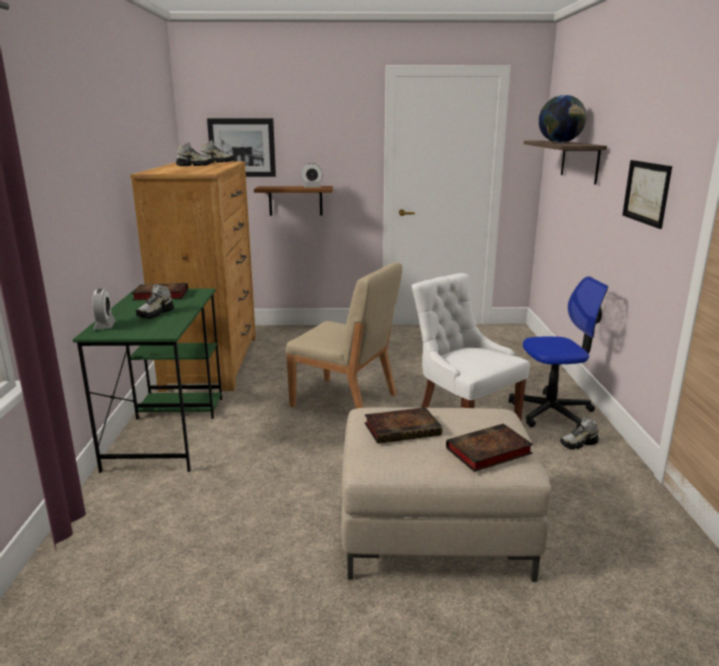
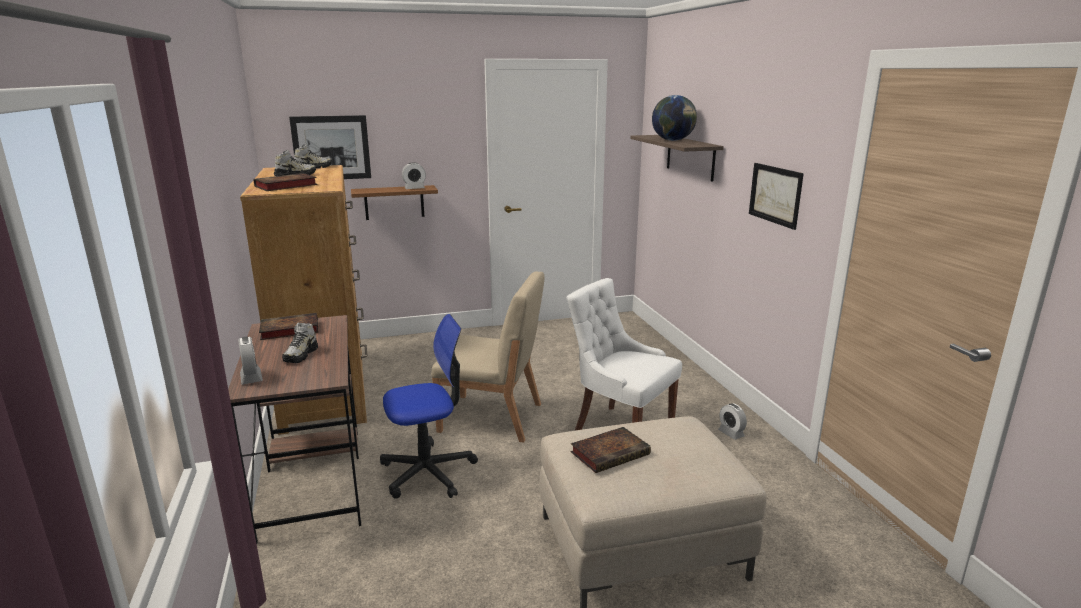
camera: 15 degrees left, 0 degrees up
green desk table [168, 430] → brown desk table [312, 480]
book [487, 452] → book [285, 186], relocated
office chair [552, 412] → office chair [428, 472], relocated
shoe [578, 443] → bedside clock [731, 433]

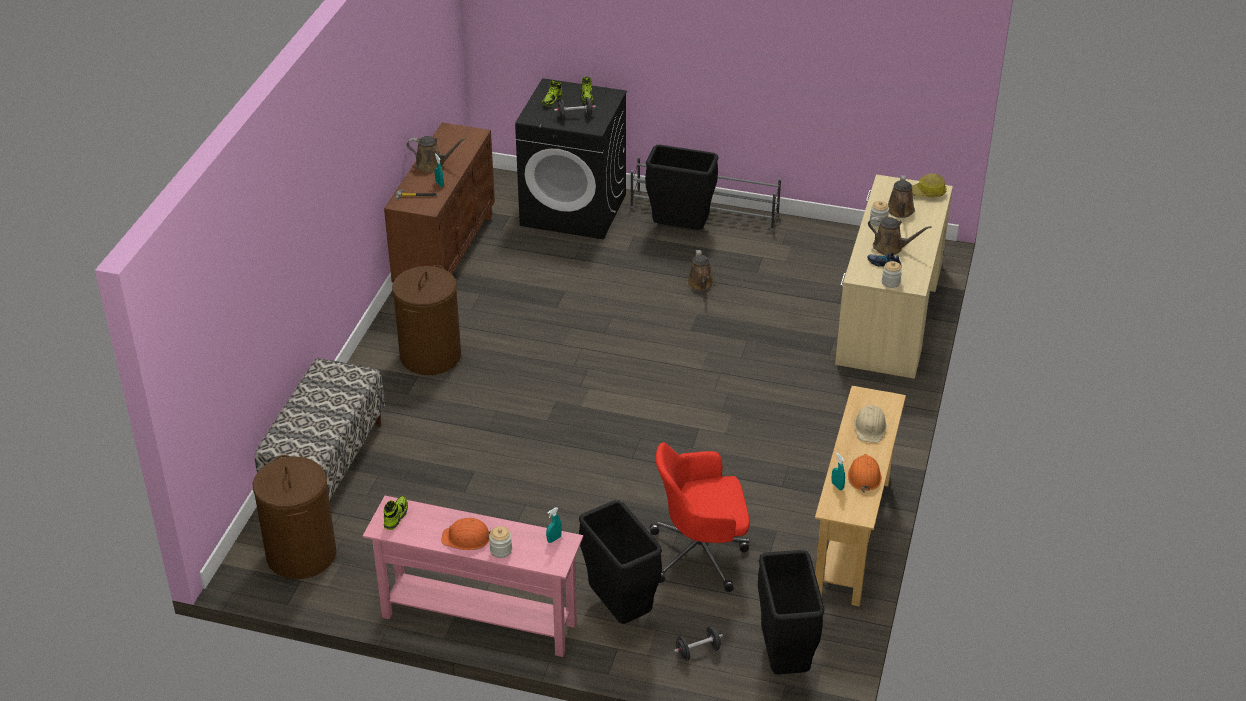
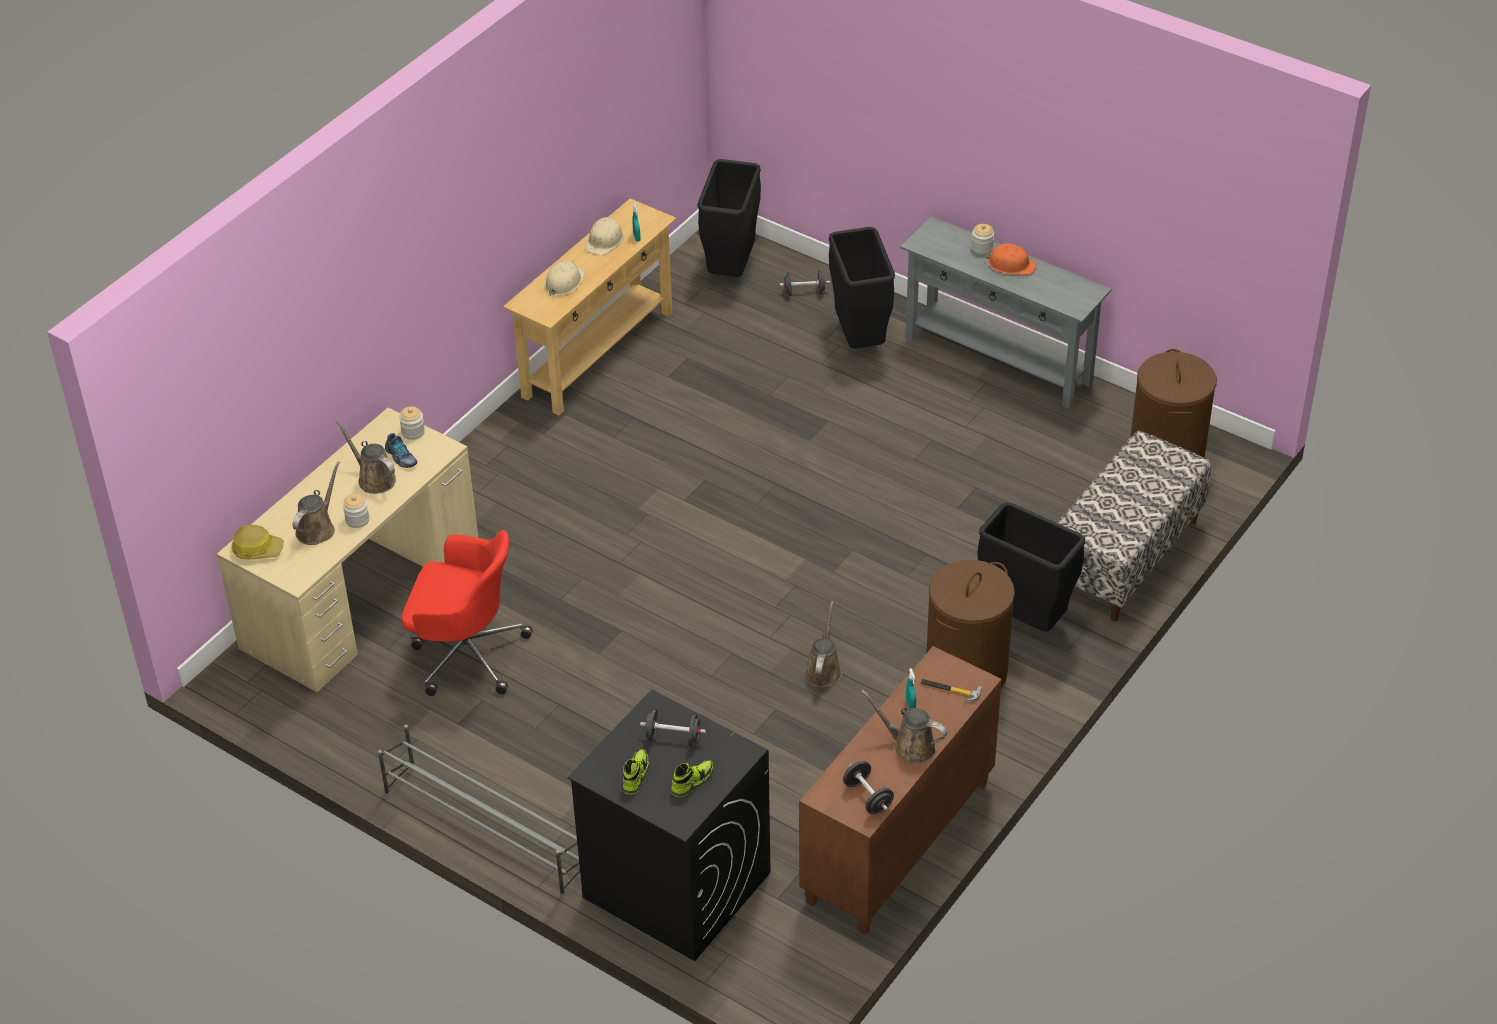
camera: 160 degrees left, 5 degrees up
pinkish console table [479, 620] → gray console table [998, 360]
shoe [396, 516] → -
blue-green hand sprayer [554, 539] → -
blackish rubbish bin [680, 230] → blackish rubbish bin [1024, 621], relocated
red-coloured office chair [701, 554] → red-coloured office chair [466, 653], relocated
brown sprinkling can [701, 284] → brown sprinkling can [823, 670], relocated
orange safety helmet [864, 476] → sand-coloured safety helmet [605, 240]
- → blackish hand weight [868, 797]

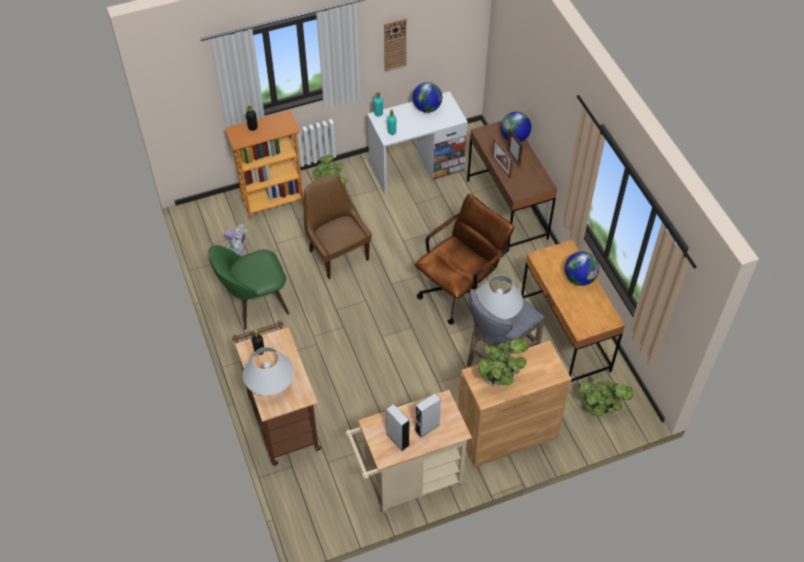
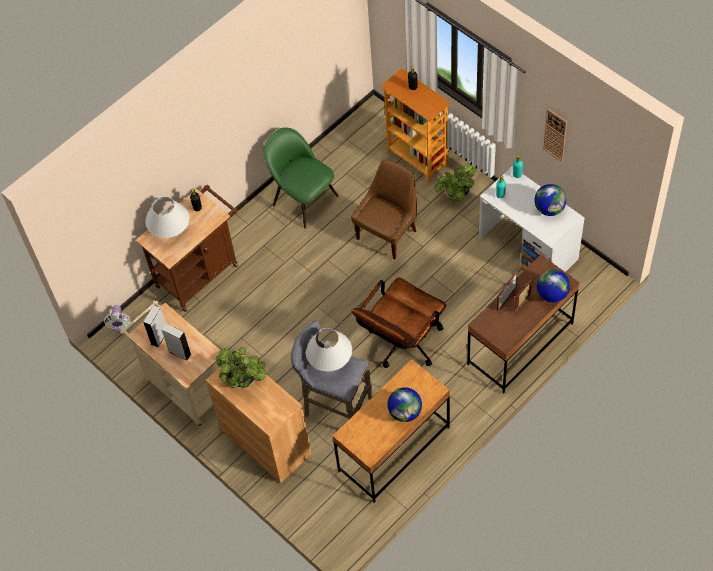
camera: 70 degrees right, 5 degrees up
whitish cooling fan [236, 249] → whitish cooling fan [121, 326], relocated
brown office chair [460, 290] → brown office chair [401, 344], 105 degrees clockwise
plant in a pot [600, 408] → -

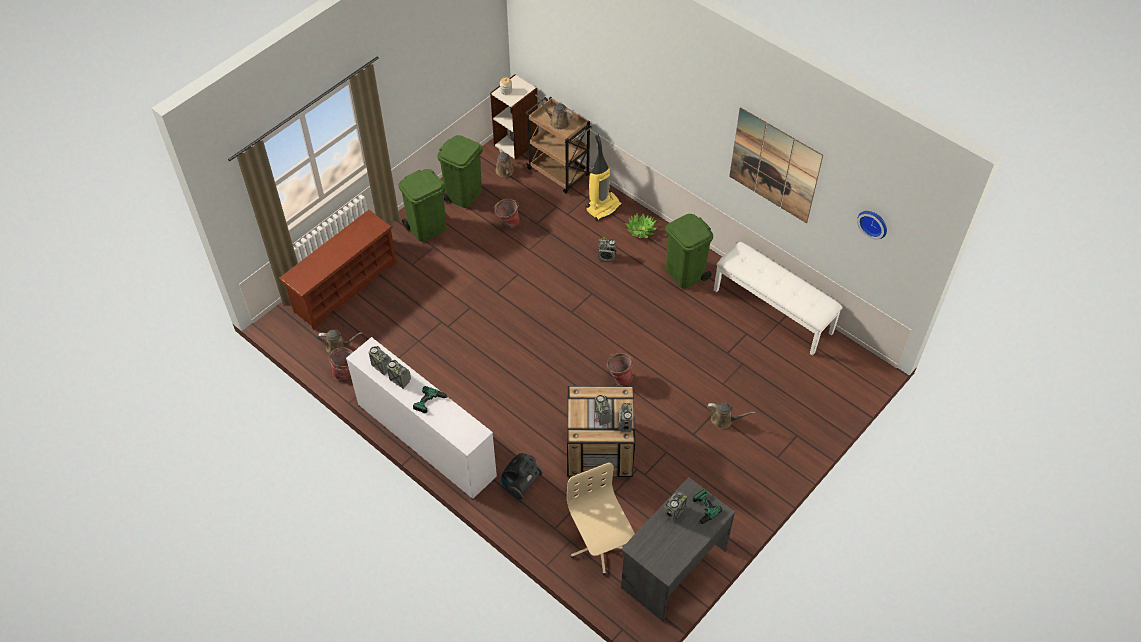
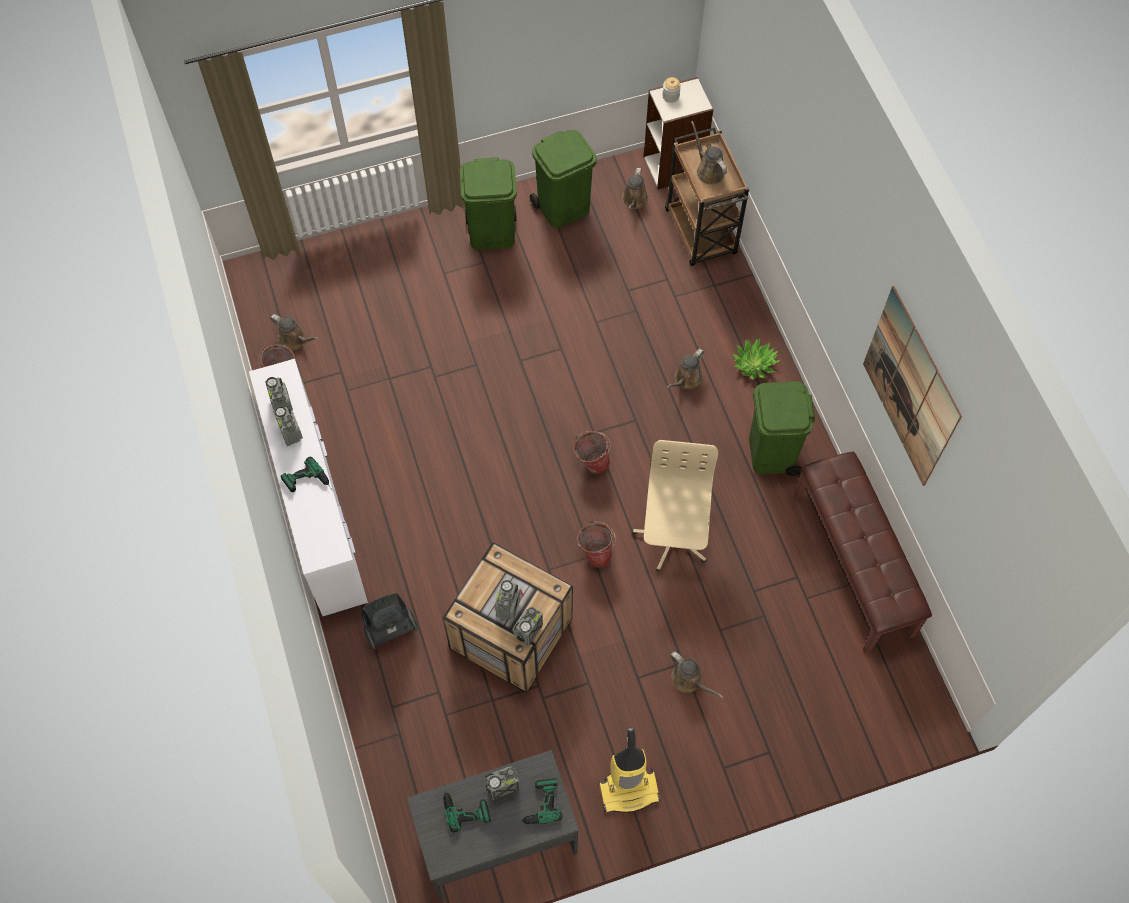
camera: 30 degrees right, 10 degrees up
brown shoe rack [344, 286] → -
pail [507, 223] → pail [591, 462], relocated
sand-coloured office chair [600, 546] → sand-coloured office chair [672, 537], relocated
vacuum [603, 207] → vacuum [629, 789], relocated
radio receiver [606, 257] → brown sprinkling can [686, 379]
whitish long seat [773, 311] → brown long seat [854, 564]
wall clock [873, 223] → -
- → drill [464, 804]

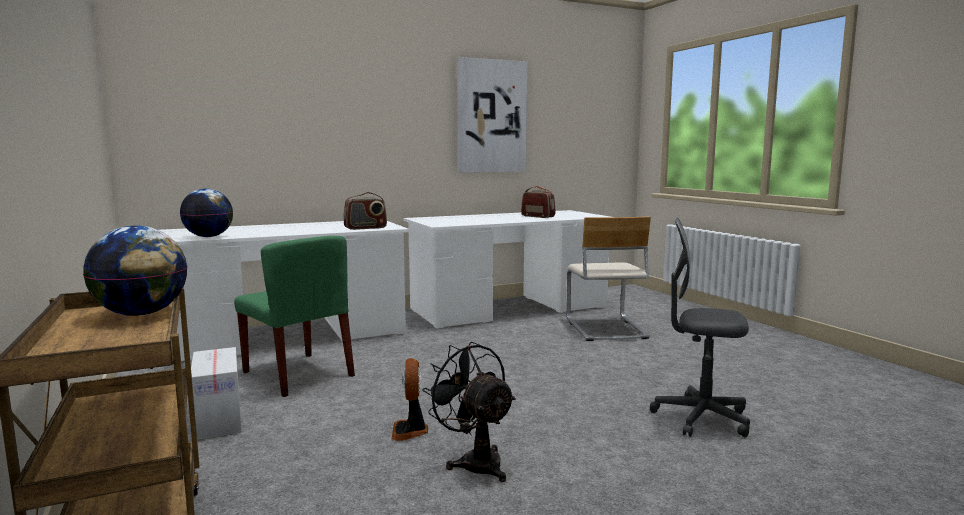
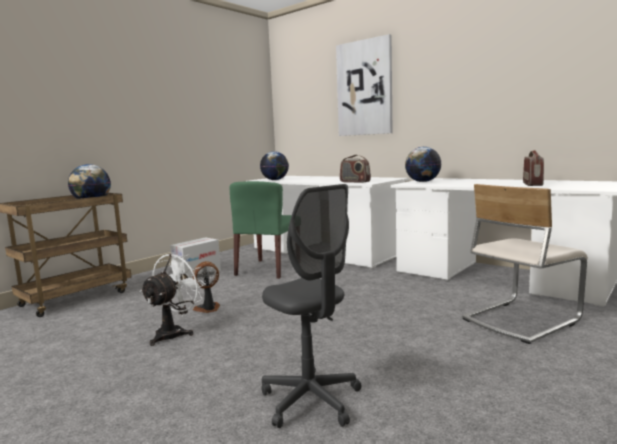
camera: 65 degrees right, 0 degrees up
blackish cooling fan [475, 461] → whitish cooling fan [174, 333]
wall picture [491, 116] → wall picture [364, 88], relocated
gray office chair [701, 418] → gray office chair [311, 400], 150 degrees clockwise
- → globe [422, 182]

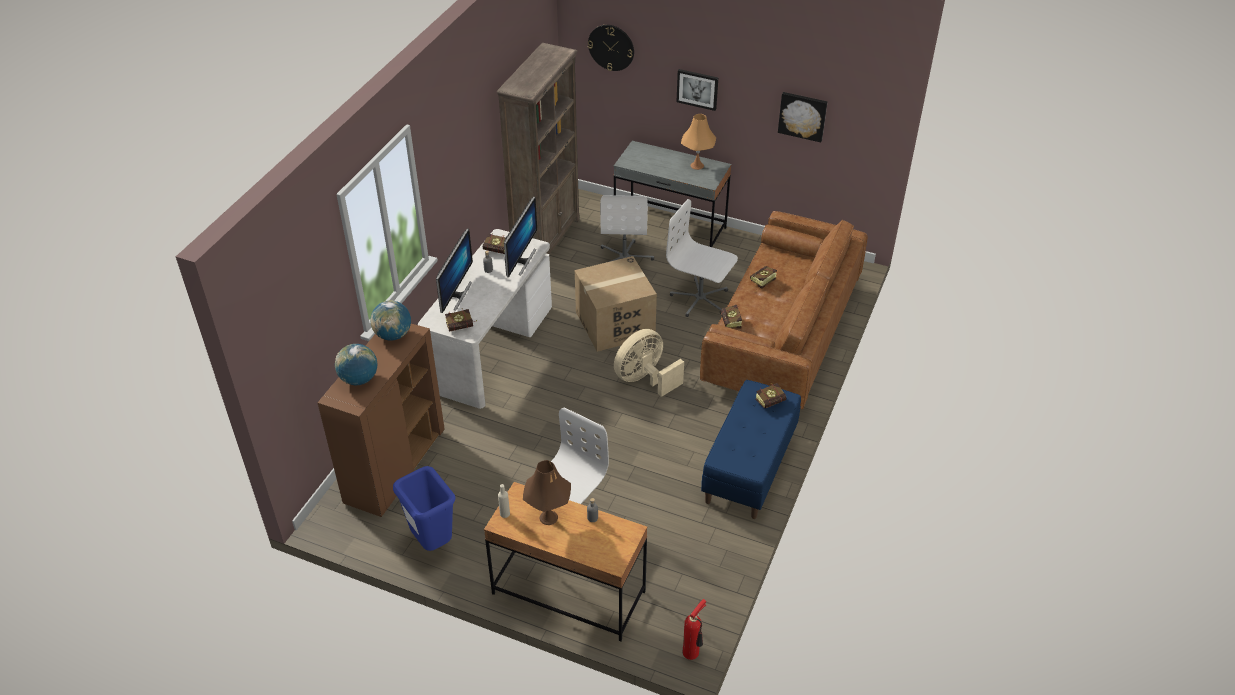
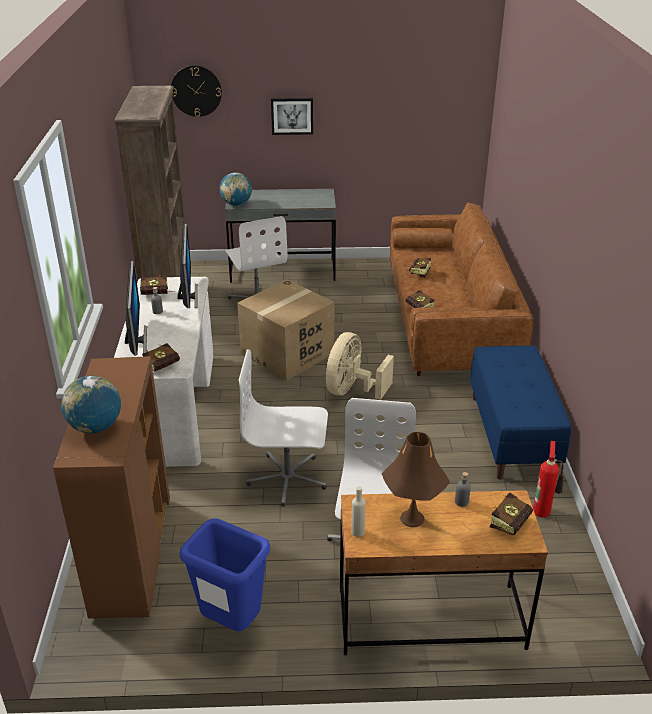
camera: 25 degrees left, 10 degrees down
globe [393, 335] → globe [236, 204], relocated
whitish office chair [700, 299] → whitish office chair [288, 479], relocated
orange lamp for a table [697, 165] → -
extinguisher [693, 652] → extinguisher [543, 510], relocated
book [772, 401] → book [511, 522], relocated
wall picture [802, 116] → -

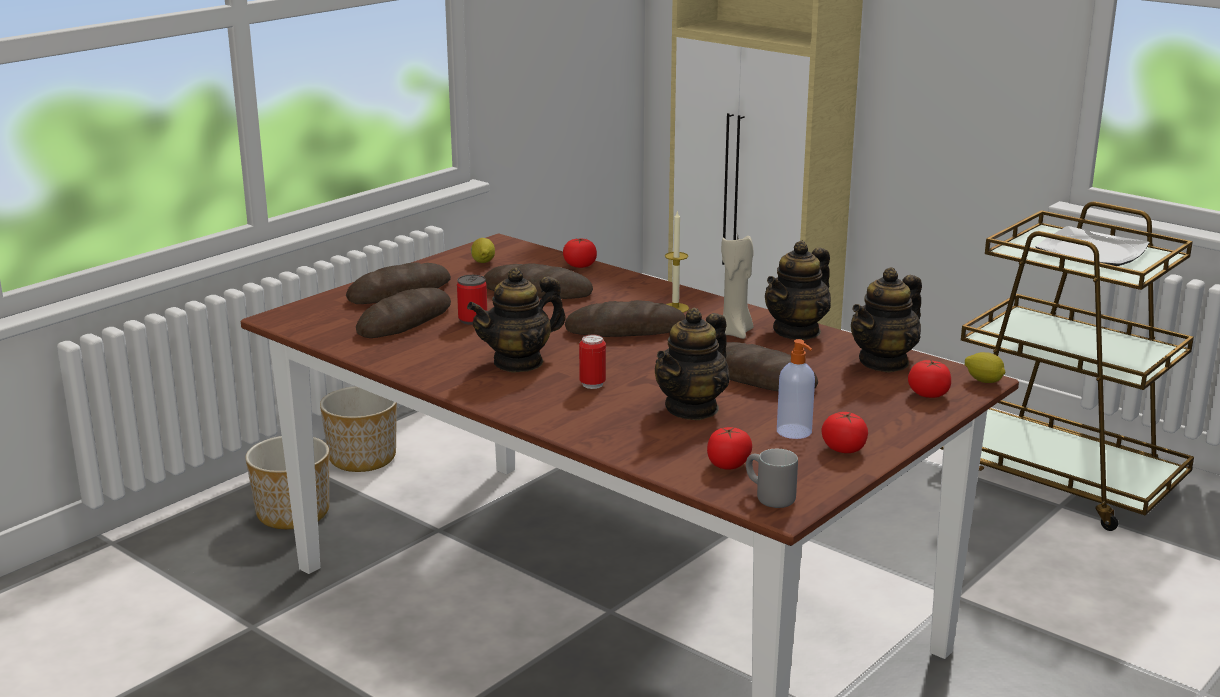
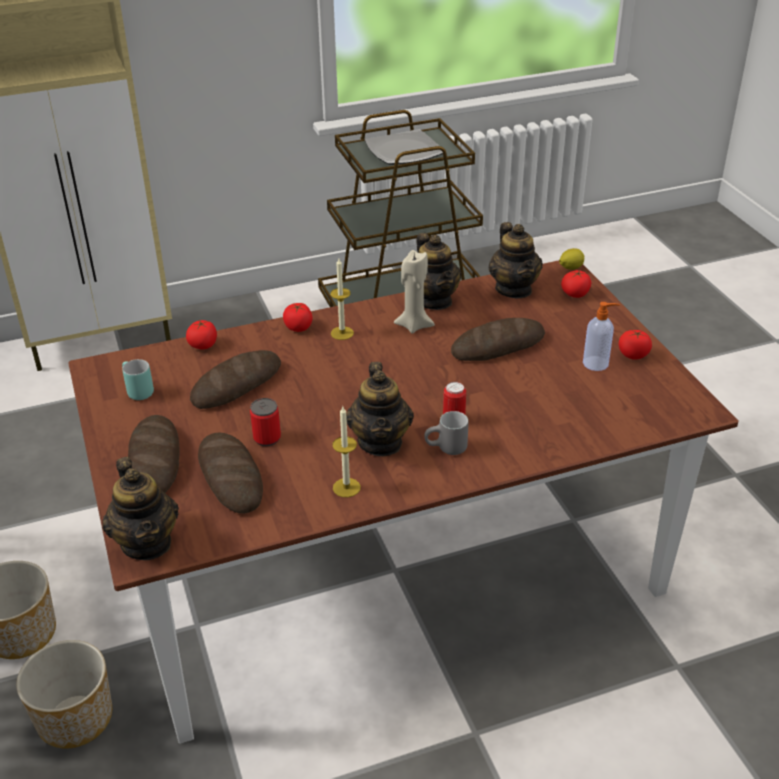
camera: 60 degrees left, 15 degrees up
citrus fruit [483, 262] → blue-green mug [136, 391]
baked bread [625, 329] → -
tea pot [692, 408] → tea pot [147, 543], relocated
fresh tomato [728, 464] → fresh tomato [298, 327], relocated
gray mug [767, 498] → gray mug [446, 450], relocated
- → wax light [346, 487]

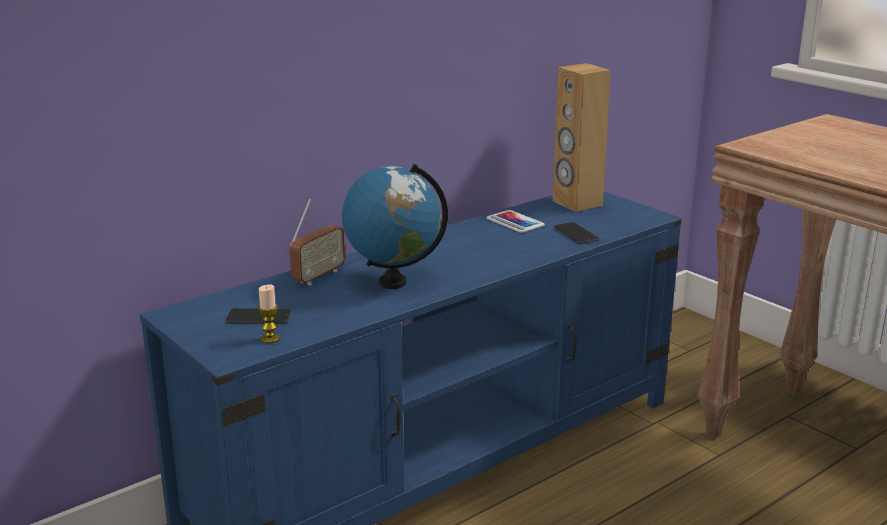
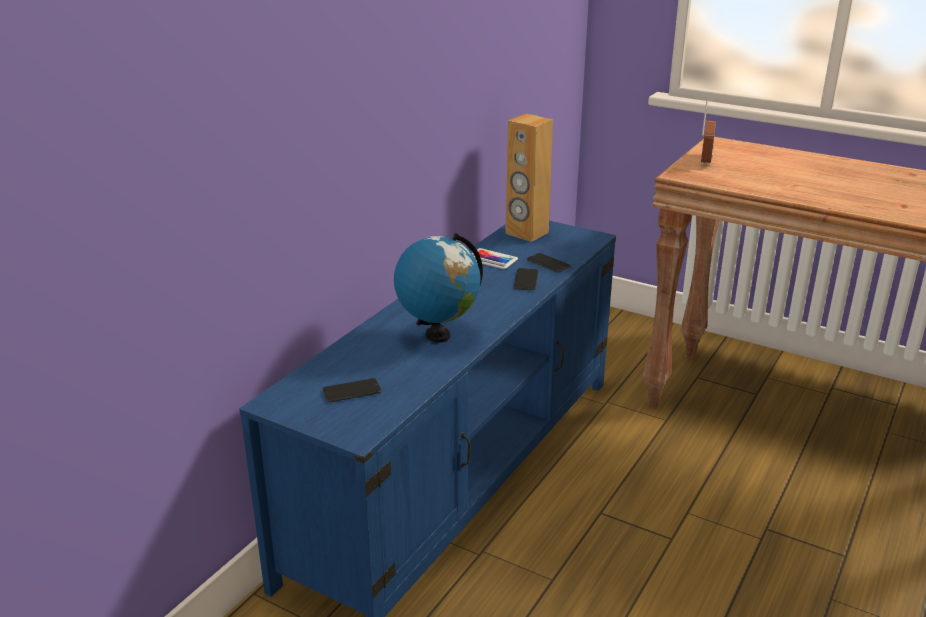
camera: 20 degrees left, 5 degrees up
wax light [270, 338] → -
radio receiver [318, 276] → radio receiver [705, 159], relocated
- → handset [526, 280]

